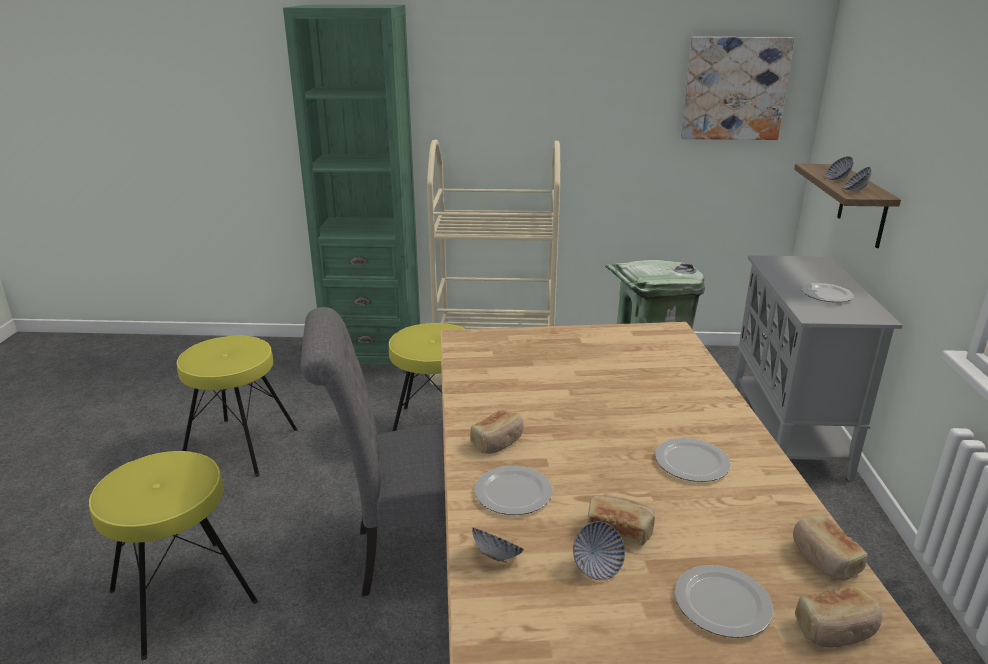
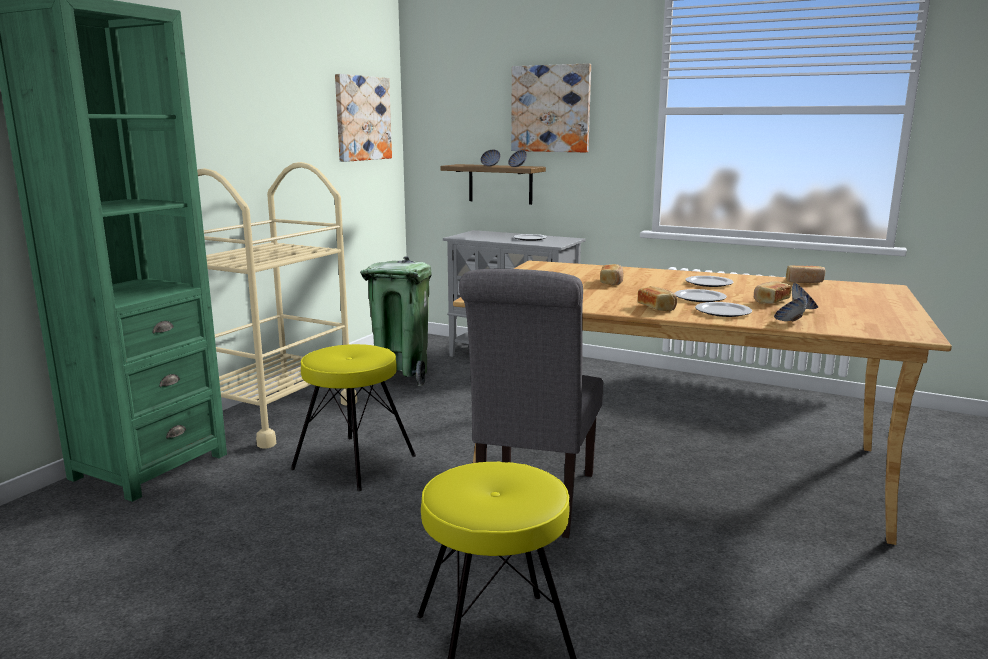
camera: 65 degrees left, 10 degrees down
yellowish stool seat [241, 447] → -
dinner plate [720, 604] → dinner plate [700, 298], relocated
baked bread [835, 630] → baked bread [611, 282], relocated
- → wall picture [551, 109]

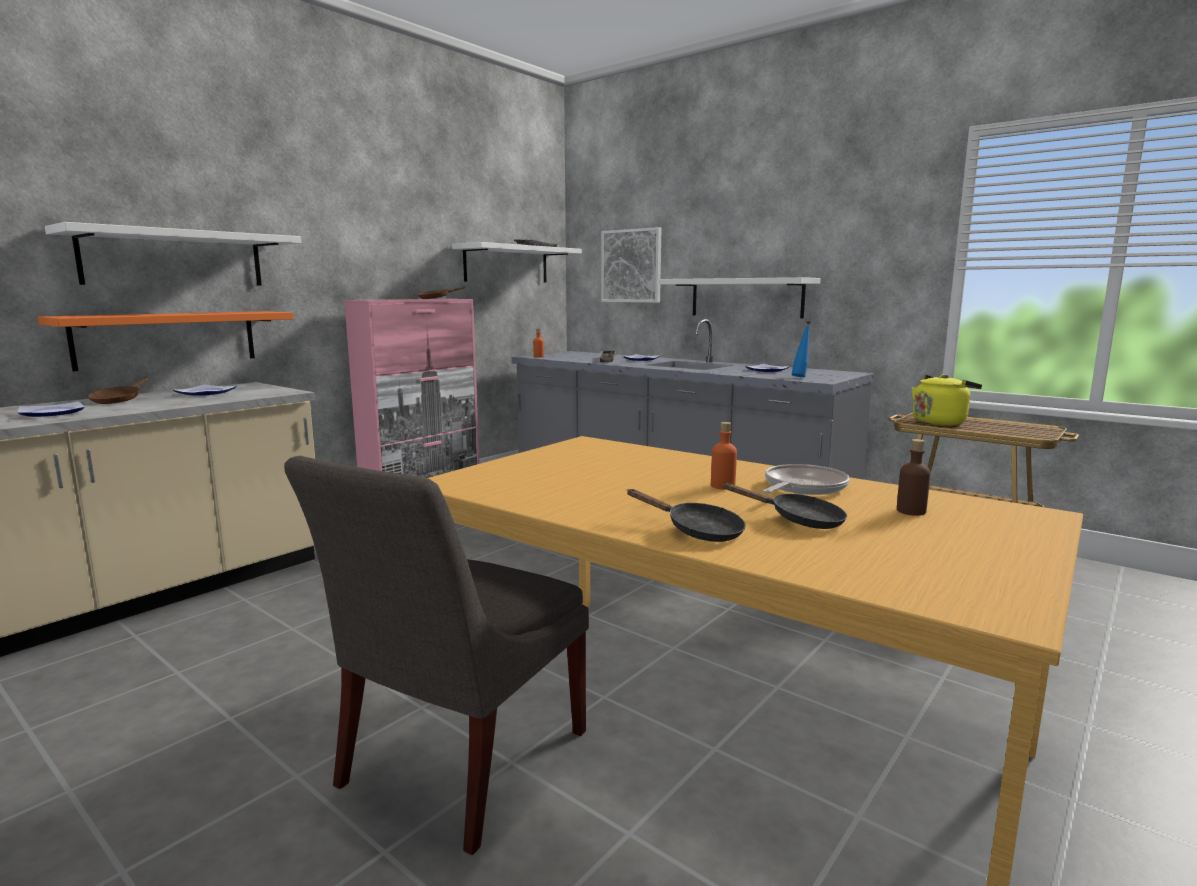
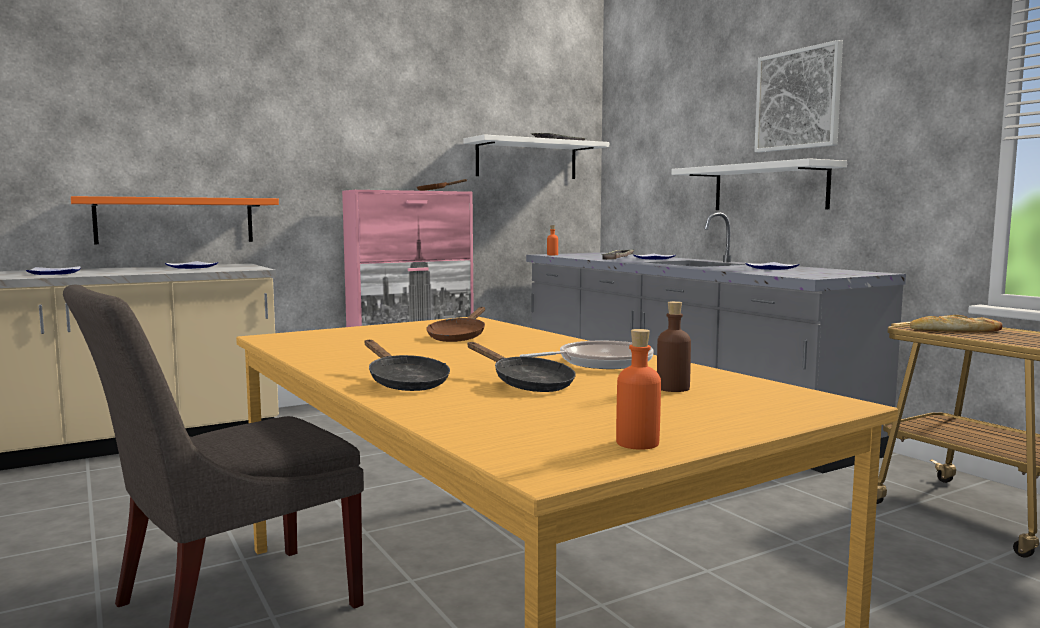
camera: 20 degrees right, 5 degrees down
whitish bracket shelf [175, 259] → -
brown frying pan [119, 400] → brown frying pan [458, 337], relocated
wall picture [631, 266] → wall picture [798, 100], relocated
orange beverage bottle [723, 486] → orange beverage bottle [637, 443], relocated
blue beverage bottle [800, 377] → -
yellowish water kettle [940, 422] → baked bread [954, 331]

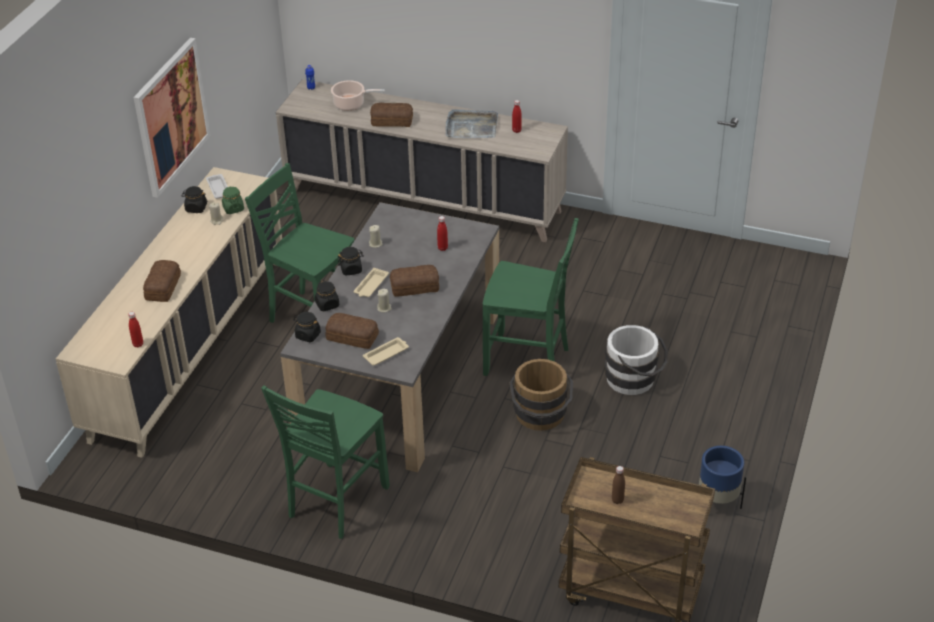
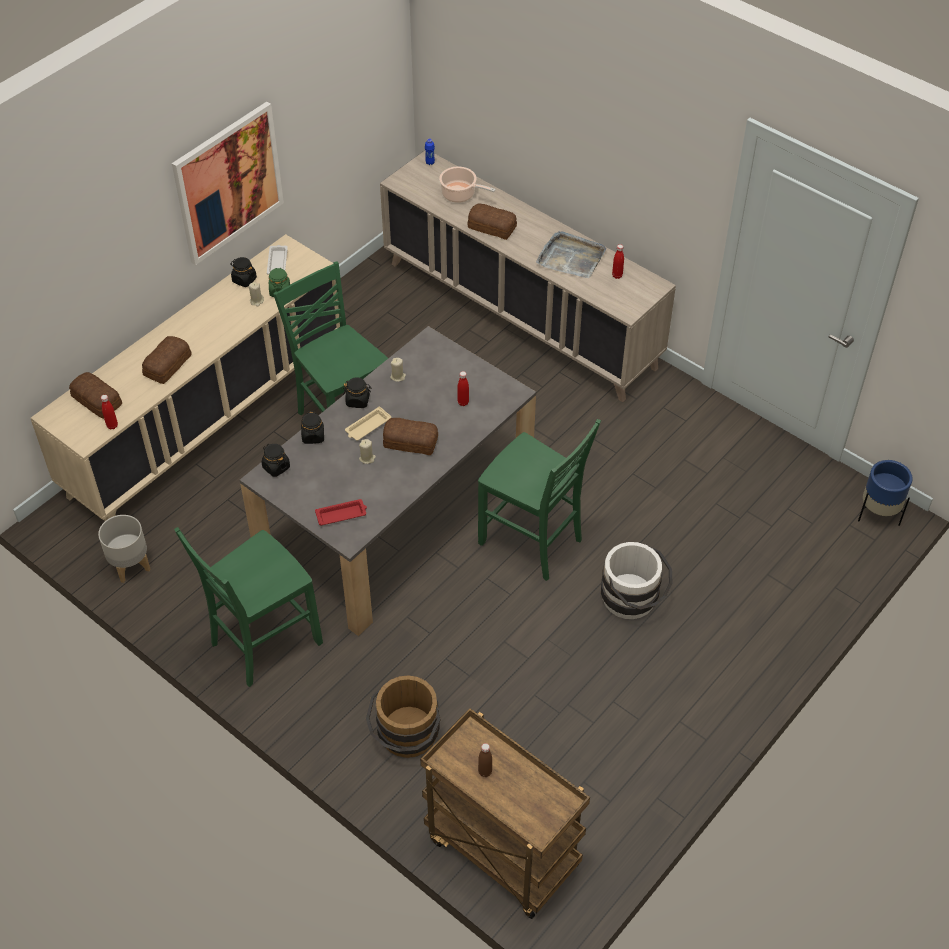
camera: 20 degrees right, 10 degrees up
baked bread [352, 337] → baked bread [96, 401], relocated
sand-coloured serving tray [386, 353] → red-coloured serving tray [342, 514]
brown pail [540, 417] → brown pail [406, 737], relocated
blue planter [717, 503] → blue planter [878, 513], relocated
- → gray planter [130, 565]

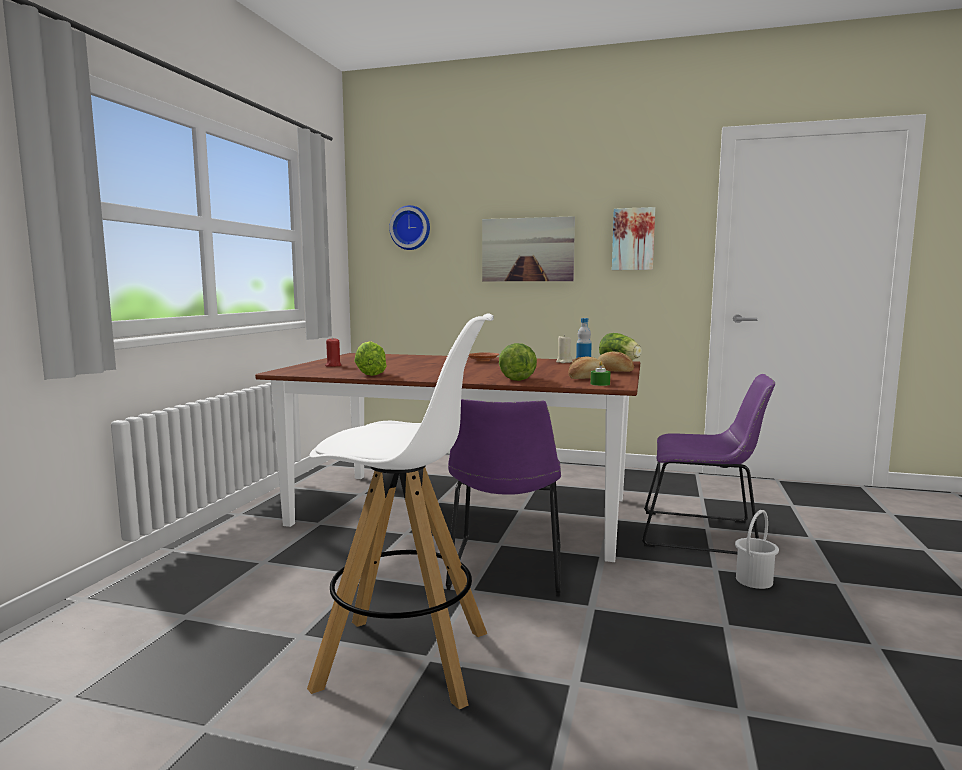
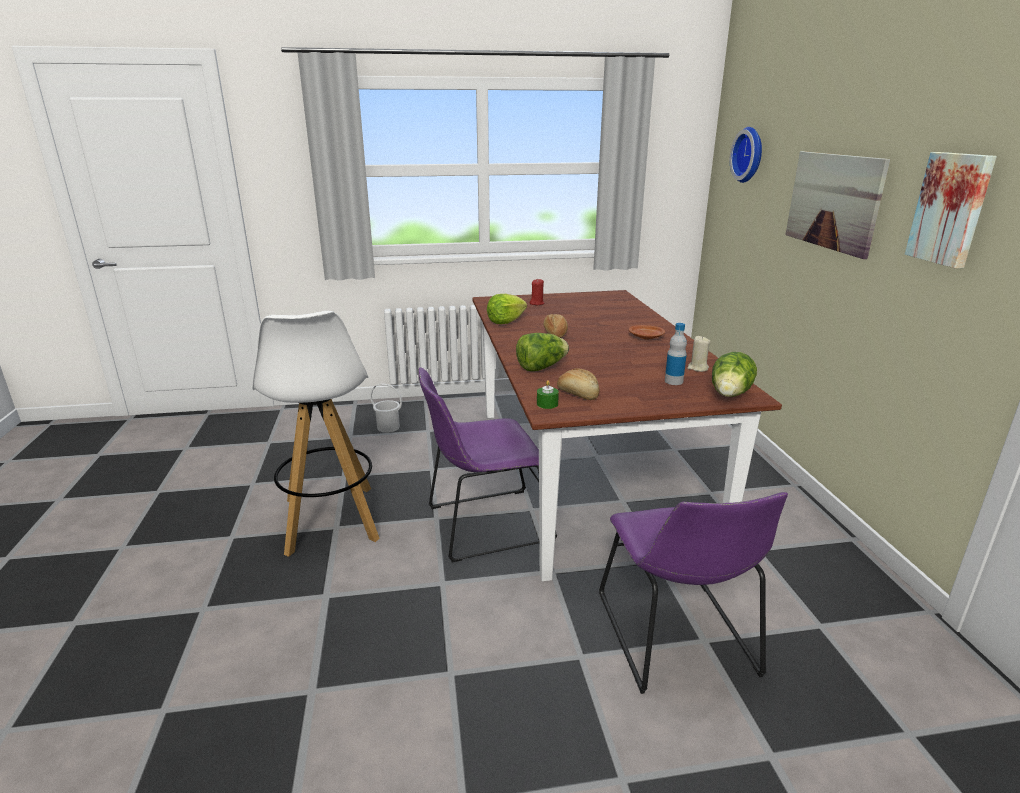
camera: 65 degrees right, 15 degrees up
baked bread [614, 372] → baked bread [555, 334], relocated
whitish pail [753, 580] → whitish pail [388, 427], relocated

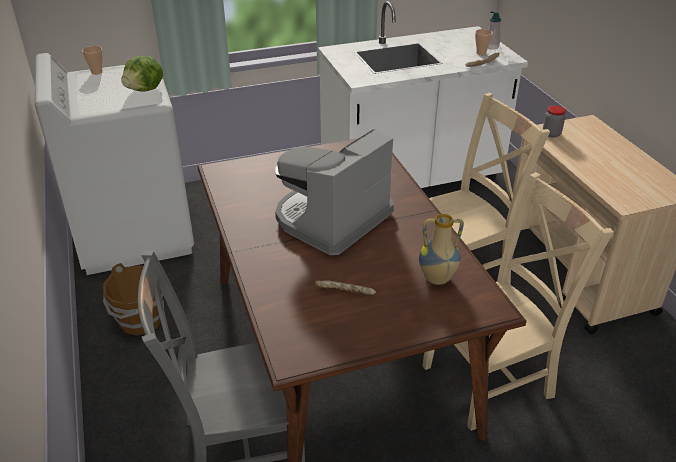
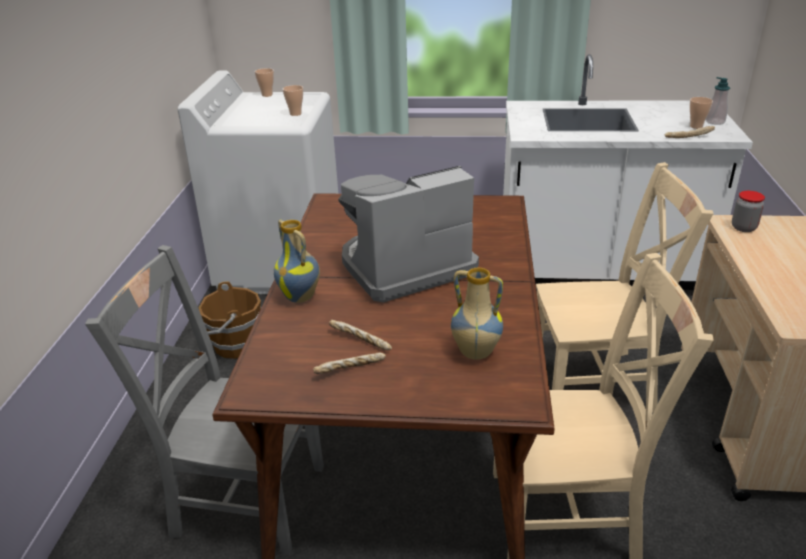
camera: 25 degrees right, 5 degrees down
head of lettuce [145, 90] → small cup [295, 114]
- → flower vase [301, 296]
- → baked bread [351, 370]

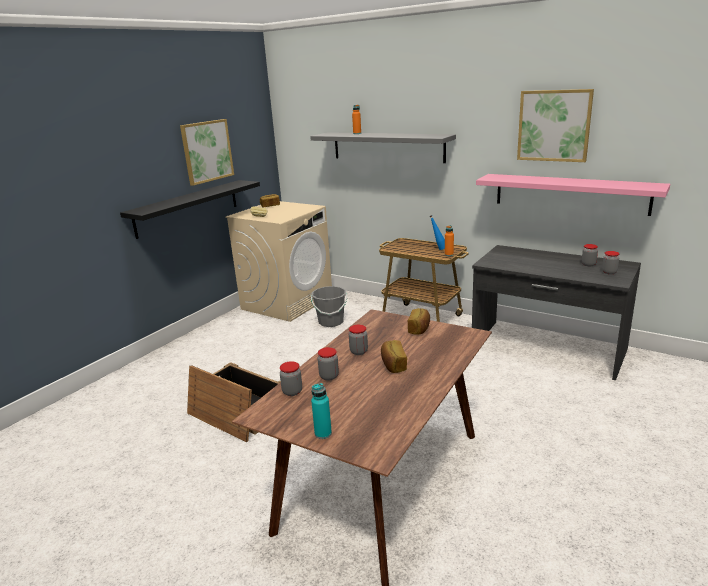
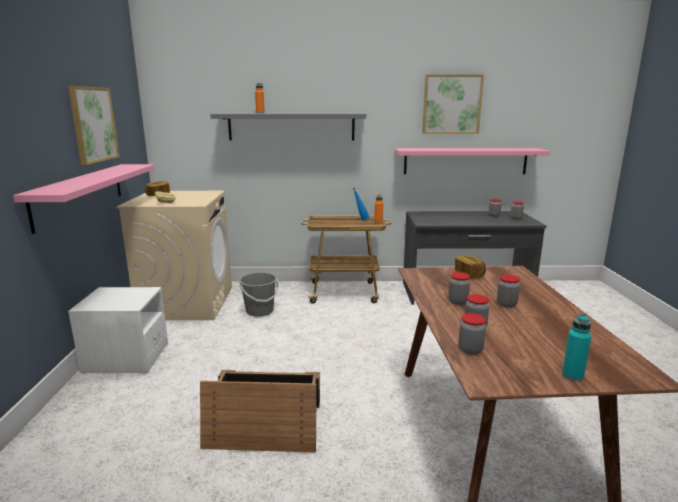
camera: 35 degrees left, 5 degrees down
blackish bracket shelf [188, 208] → pinkish bracket shelf [80, 194]
baked bread [393, 365] → jar [506, 304]
- → whitish night table [126, 358]

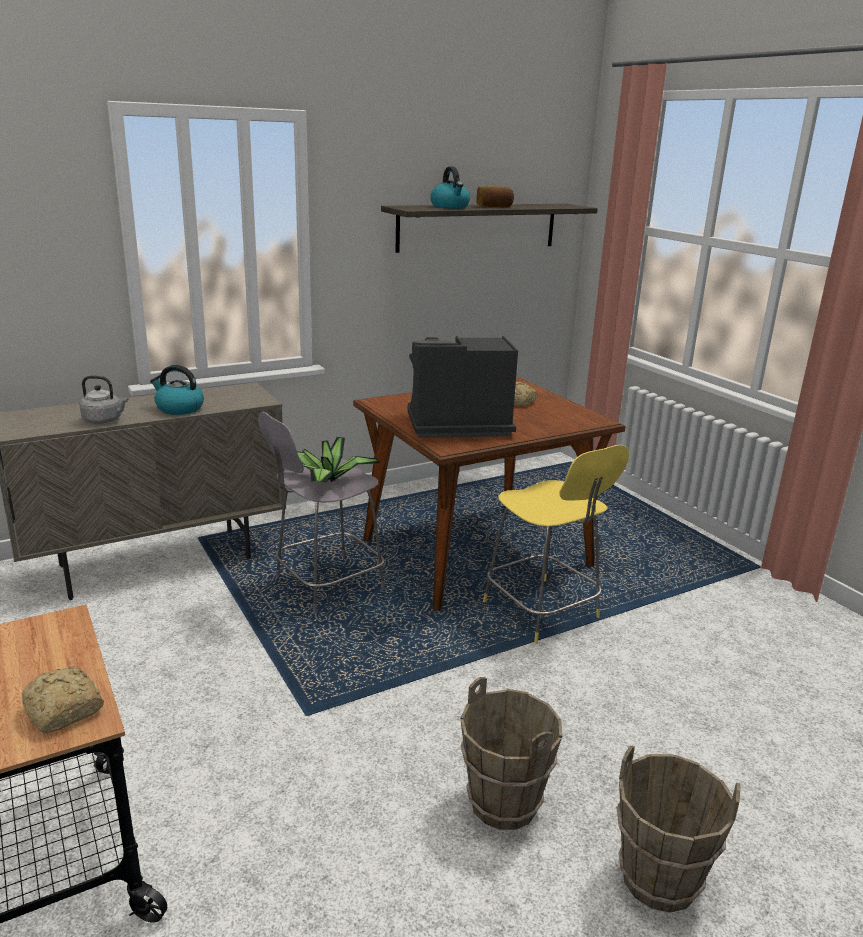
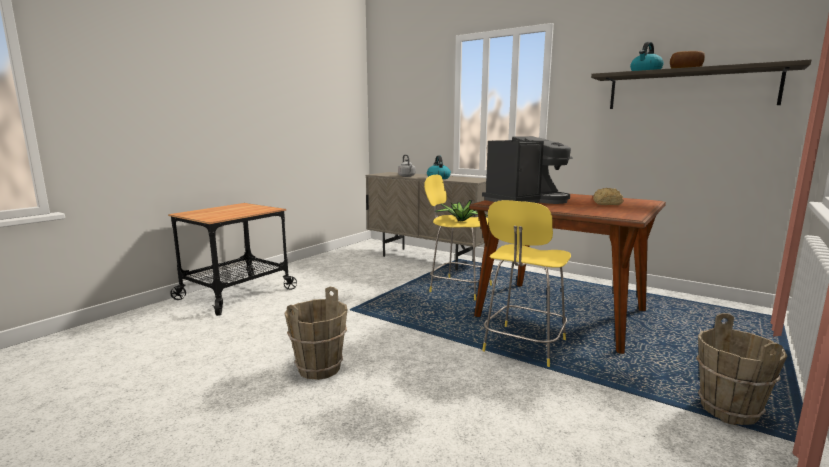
camera: 65 degrees right, 10 degrees down
baked bread [63, 712] → -
gray stool seat [326, 586] → yellowish stool seat [458, 289]
coffee maker [455, 426] → coffee maker [526, 201], 90 degrees clockwise
brown pail [659, 880] → brown pail [728, 411], relocated

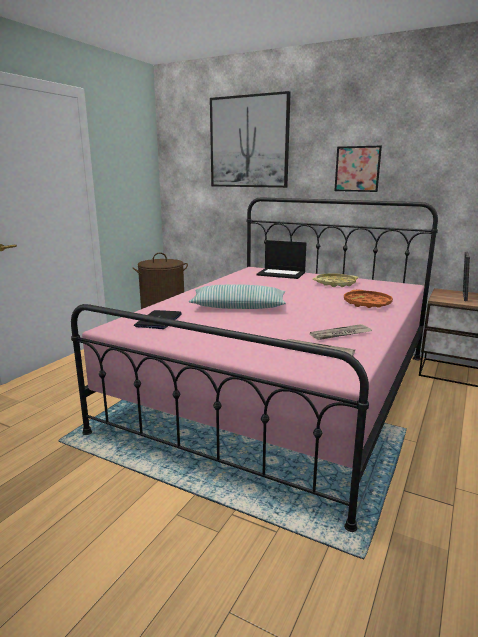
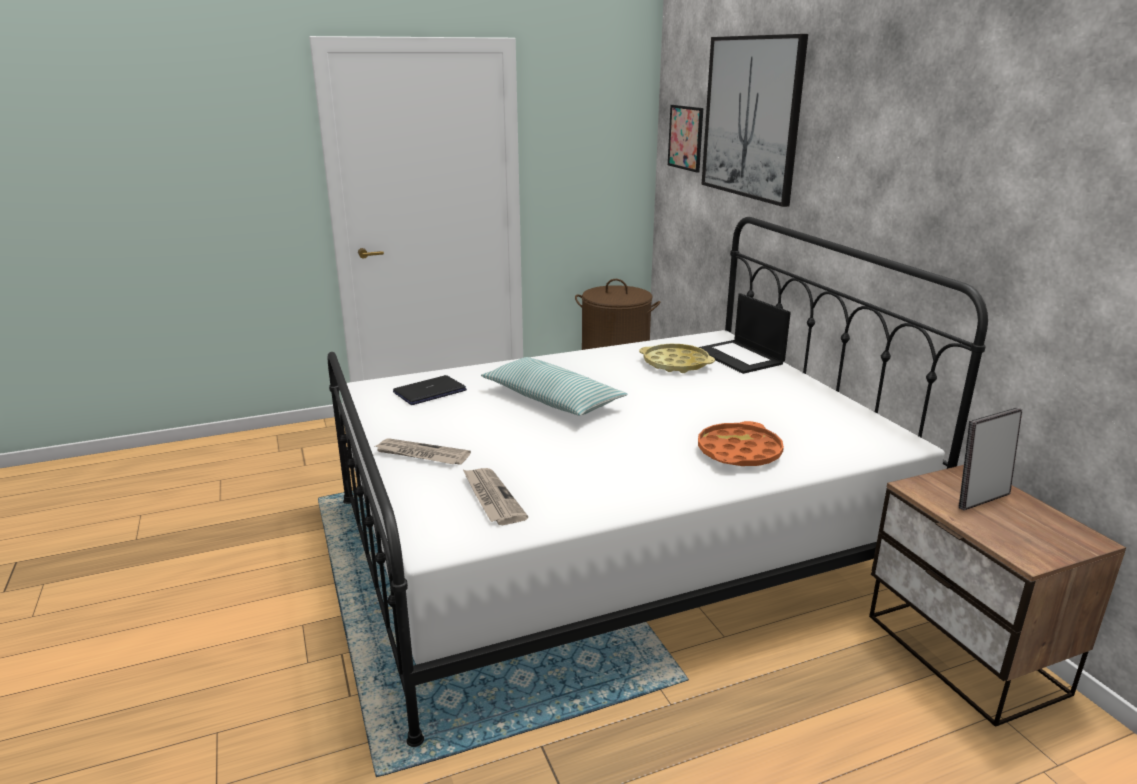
camera: 40 degrees right, 5 degrees up
pinkish bedroom bed [279, 390] → whitish bedroom bed [611, 541]
printed paper [340, 334] → printed paper [421, 455], relocated
yellowish serving tray [335, 283] → yellowish serving tray [676, 364], relocated
wall picture [357, 169] → wall picture [685, 137], relocated

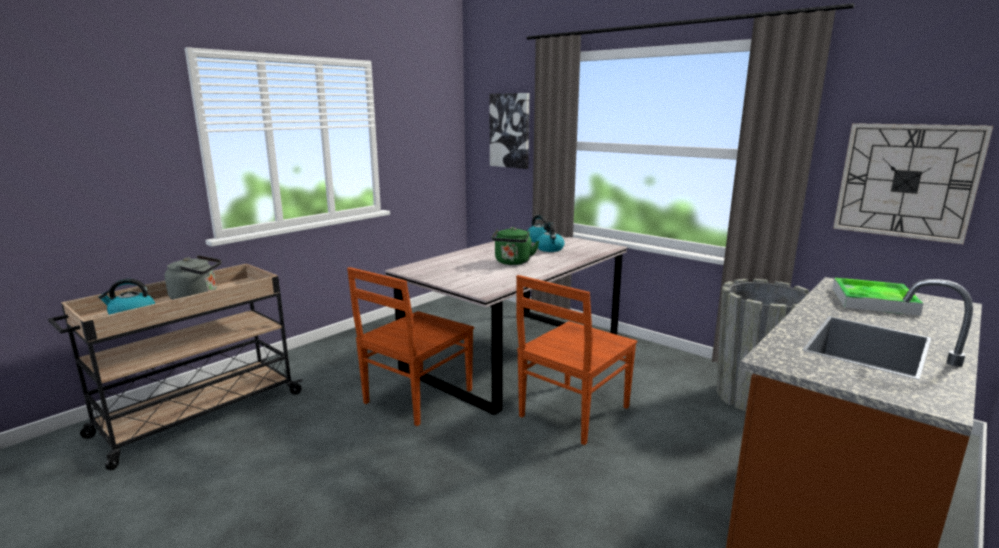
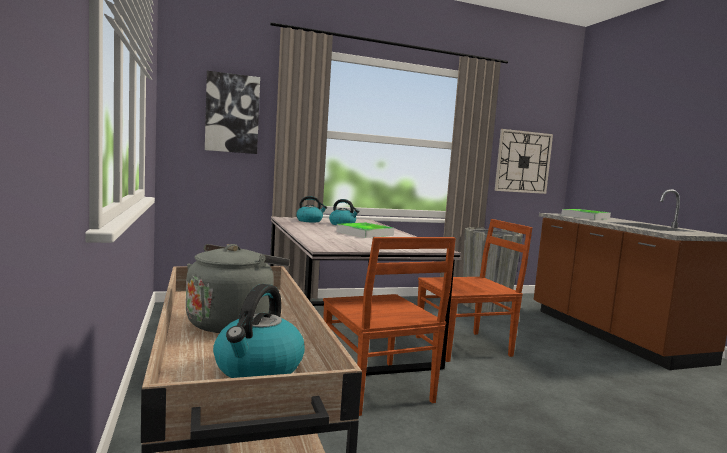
camera: 60 degrees left, 10 degrees down
green water kettle [513, 262] → serving tray [365, 233]
brown upright chair [572, 413] → brown upright chair [465, 346], 90 degrees counterclockwise

